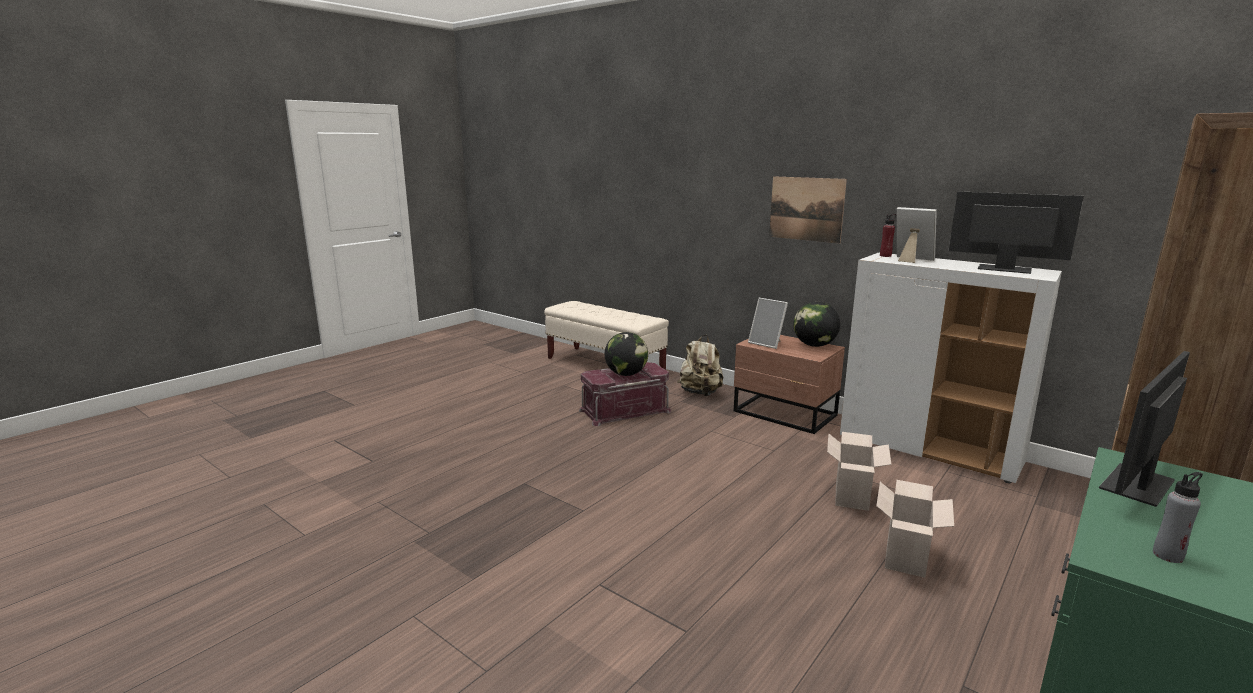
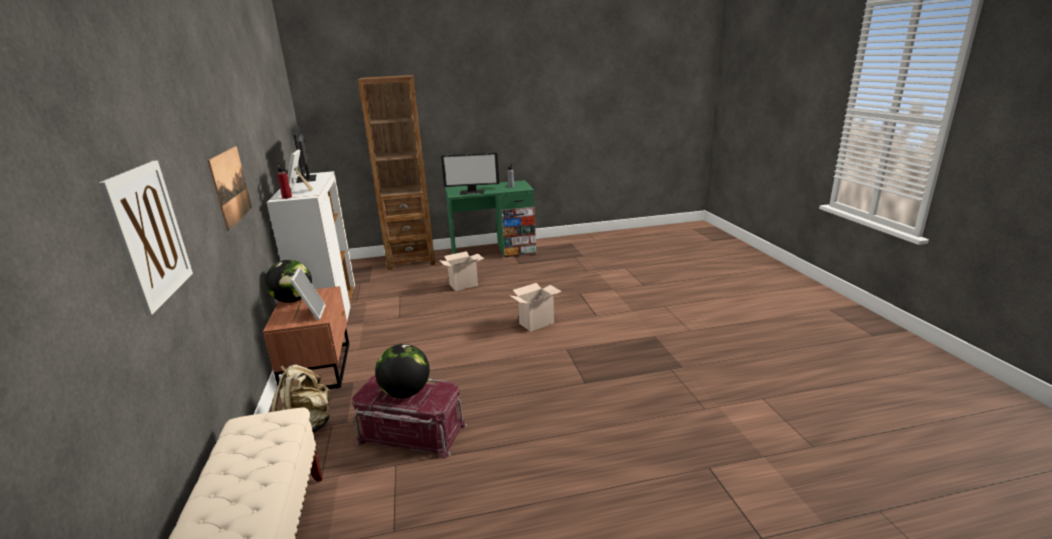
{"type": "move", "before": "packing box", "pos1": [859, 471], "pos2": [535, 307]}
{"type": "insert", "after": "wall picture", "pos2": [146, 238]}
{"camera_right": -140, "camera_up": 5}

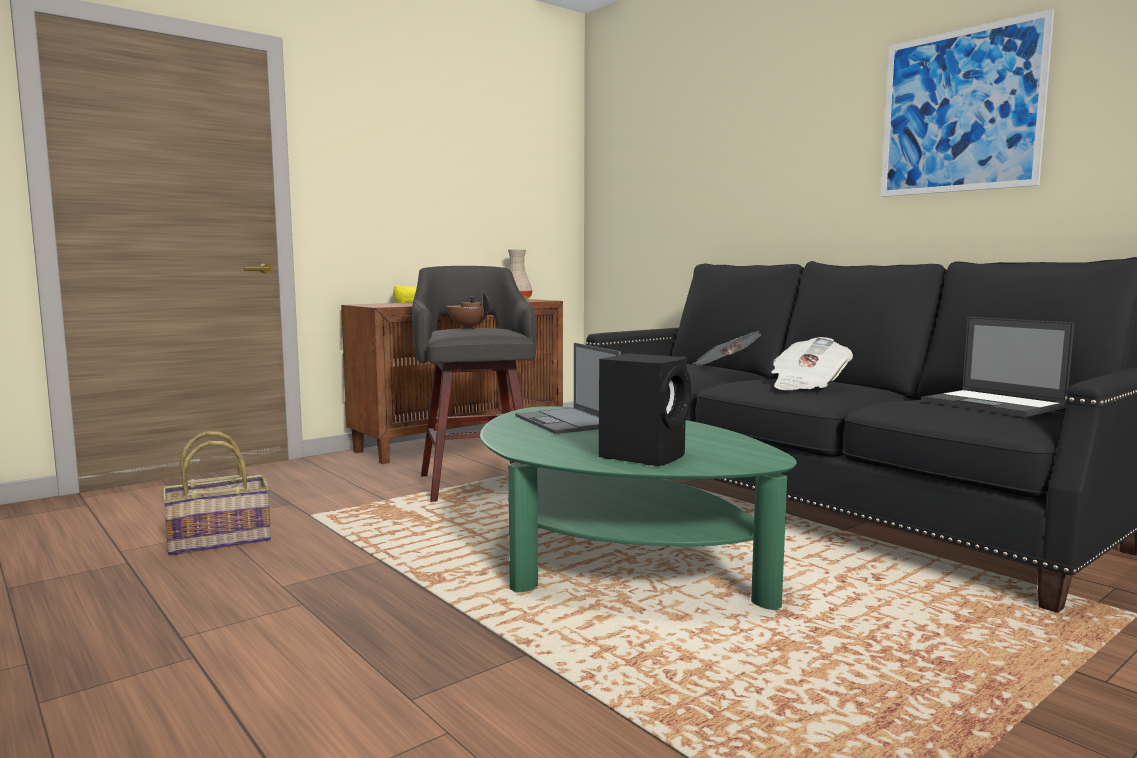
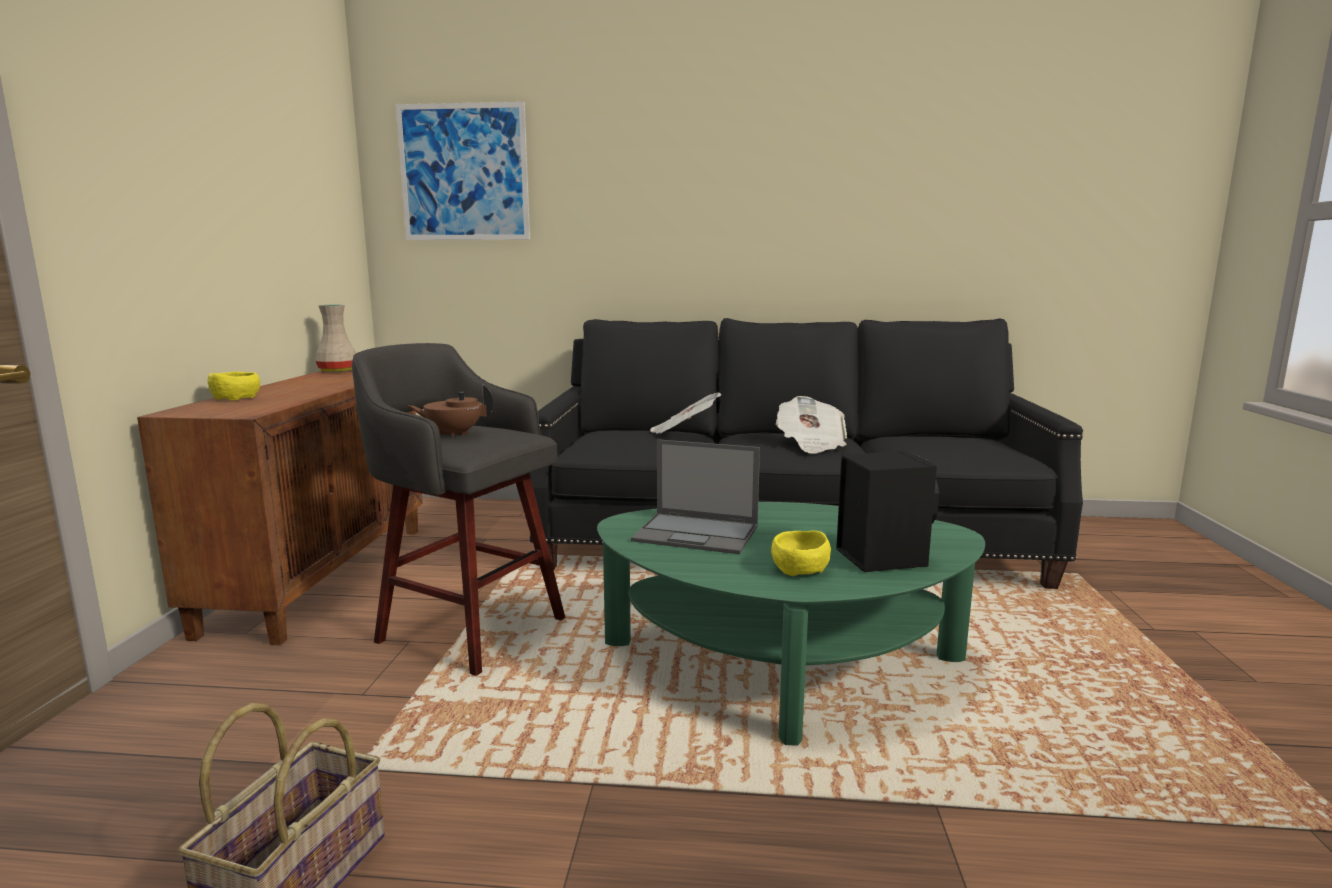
{"type": "move", "before": "wall picture", "pos1": [967, 103], "pos2": [463, 171]}
{"type": "delete", "before": "notebook computer", "pos1": [997, 367]}
{"type": "insert", "after": "yellowish bowl", "pos2": [801, 553]}
{"camera_right": -45, "camera_up": 5}

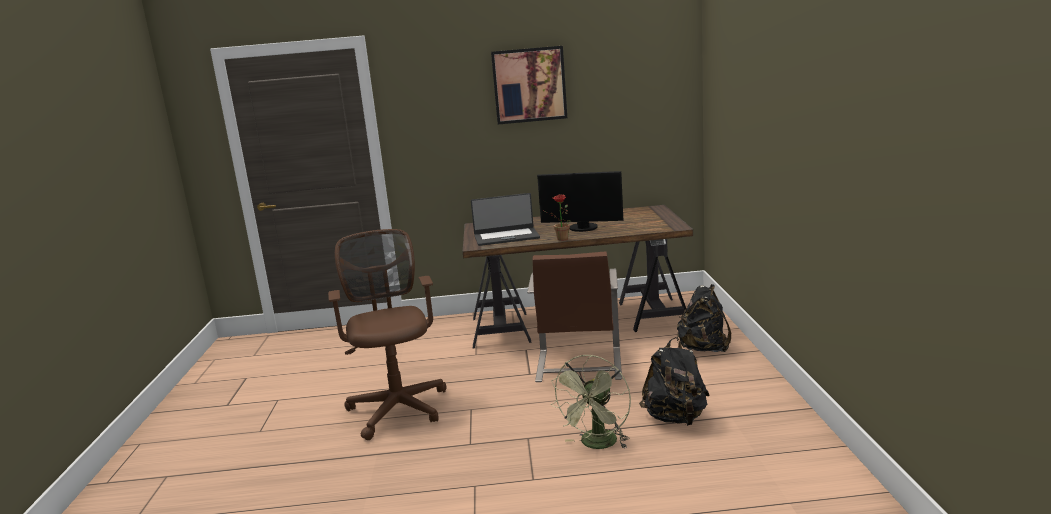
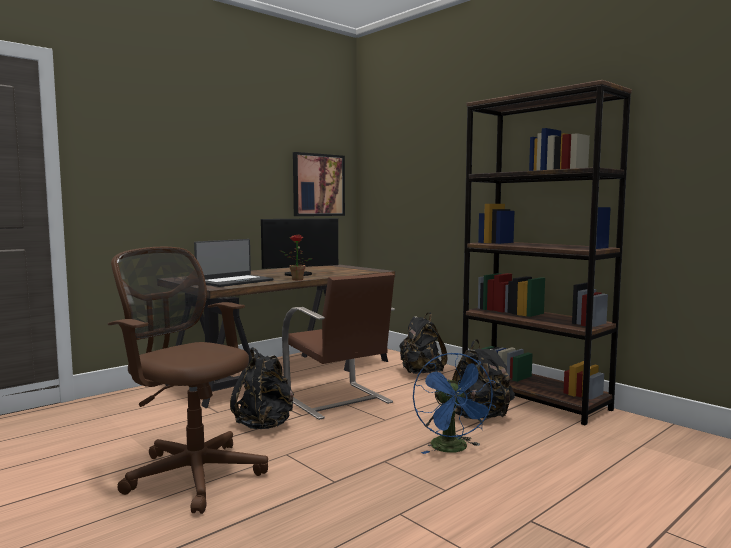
{"type": "move", "before": "wall picture", "pos1": [529, 85], "pos2": [319, 184]}
{"type": "recolor", "before": "green-coloured cooling fan", "after": "blue-coloured cooling fan", "pos1": [591, 402], "pos2": [454, 403]}
{"type": "insert", "after": "brown-coloured bookshelf", "pos2": [547, 252]}
{"type": "insert", "after": "blackish rucksack", "pos2": [262, 388]}
{"camera_right": -40, "camera_up": -10}

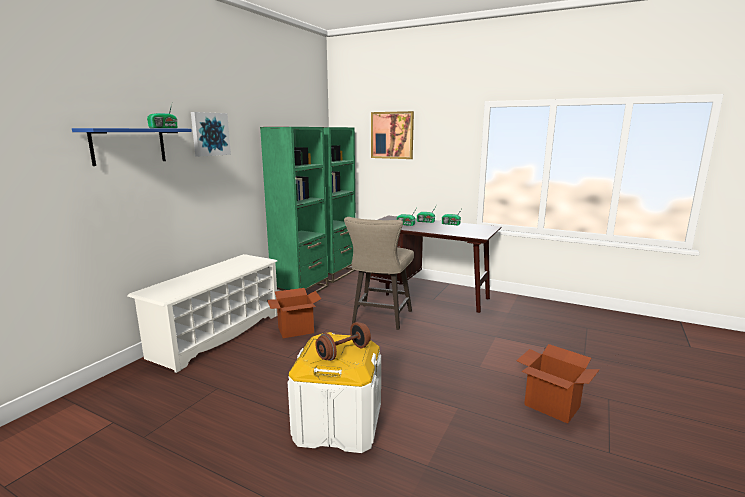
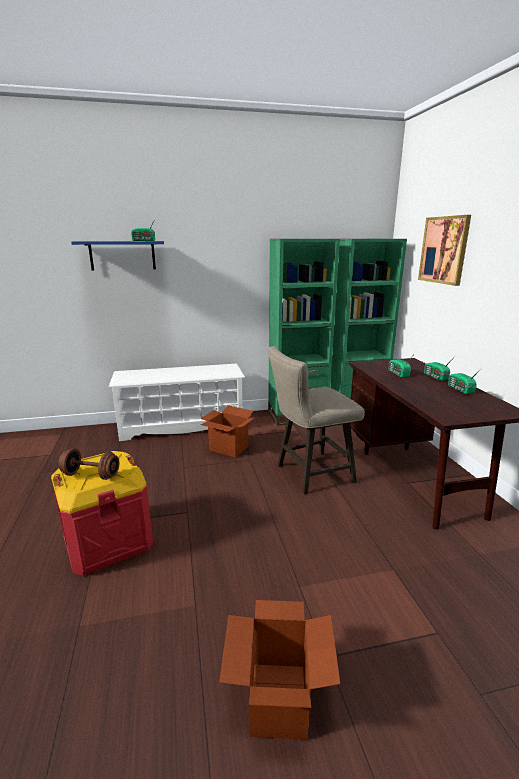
{"type": "delete", "before": "wall picture", "pos1": [211, 134]}
{"type": "recolor", "before": "white-coloured storage box", "after": "red-coloured storage box", "pos1": [334, 392], "pos2": [102, 513]}
{"camera_right": 50, "camera_up": 5}

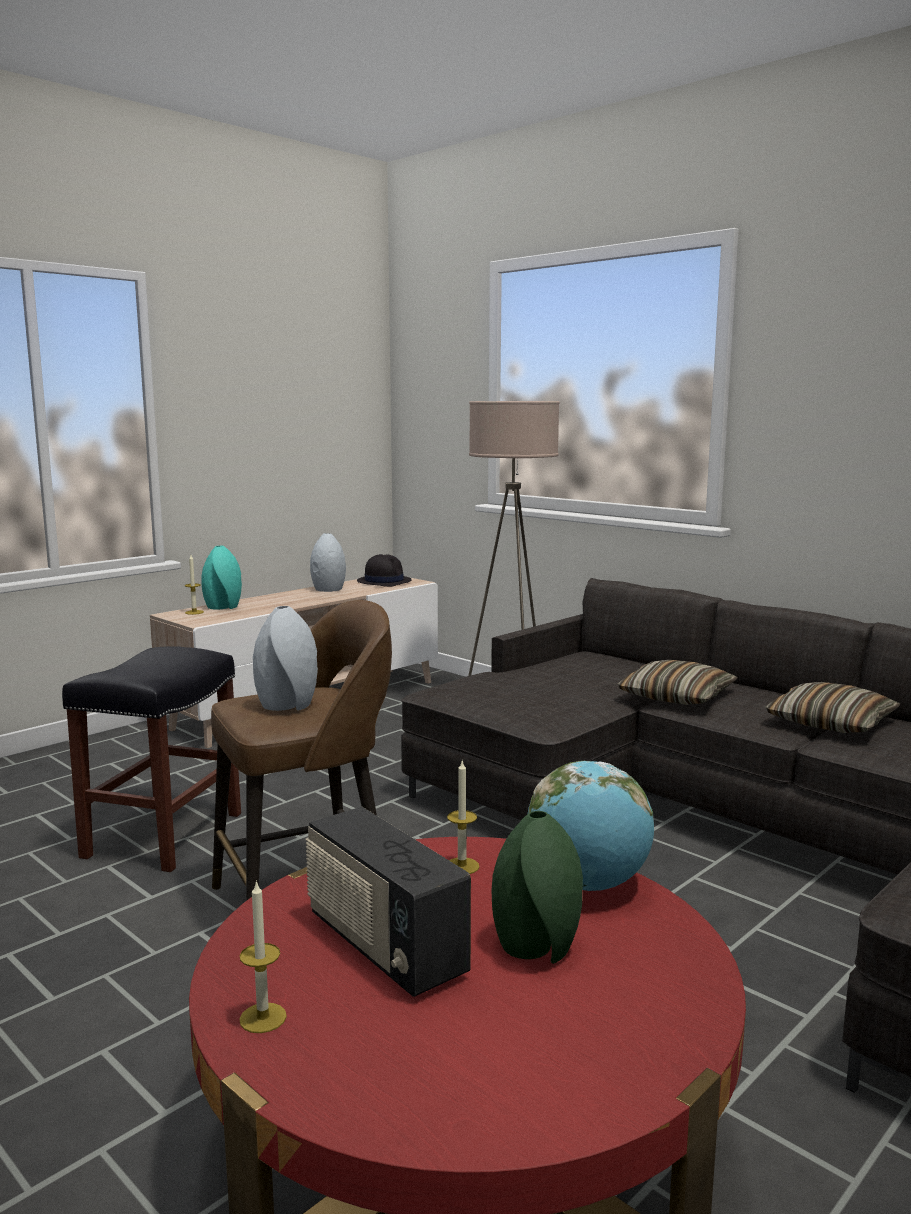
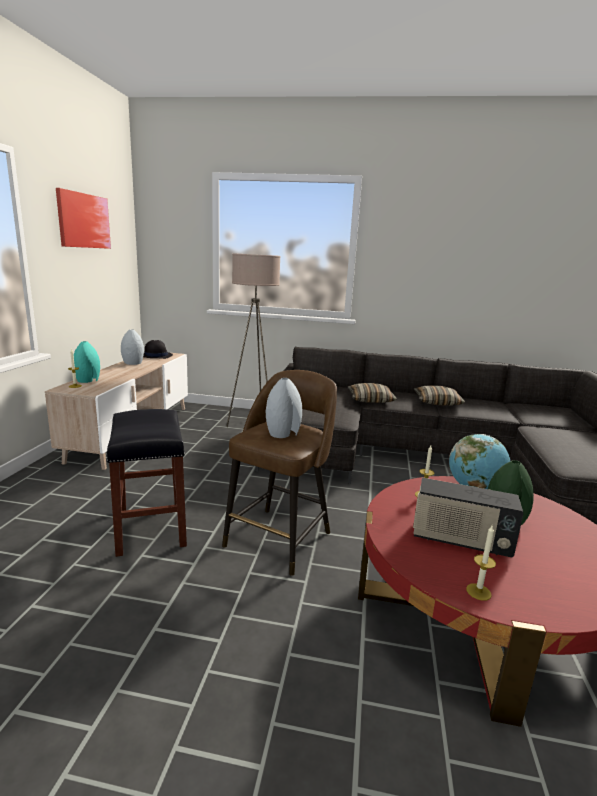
{"type": "insert", "after": "wall picture", "pos2": [83, 218]}
{"camera_right": -35, "camera_up": 5}

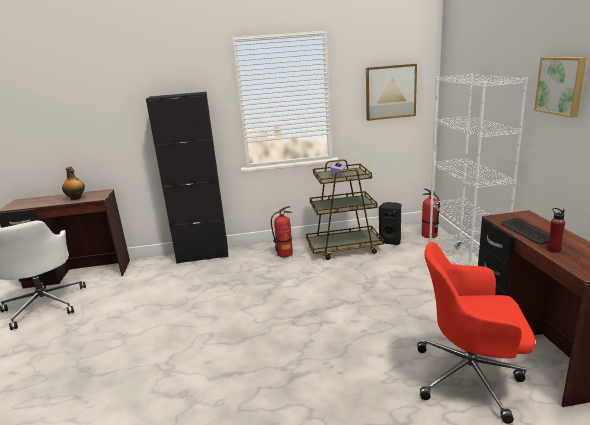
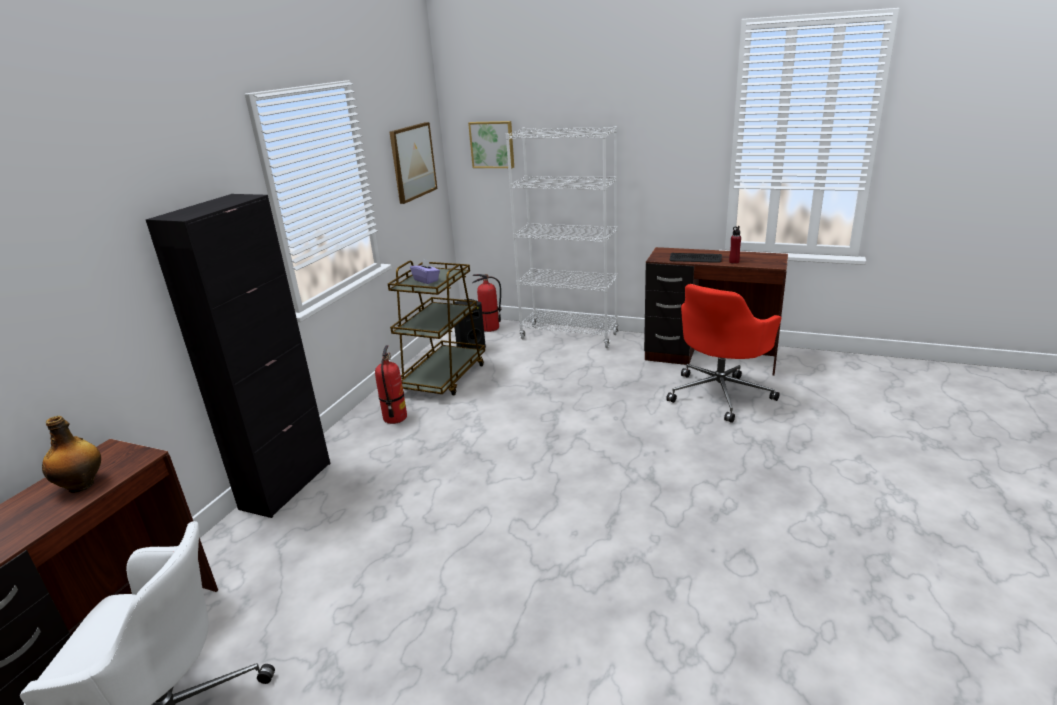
{"type": "move", "before": "wall picture", "pos1": [560, 87], "pos2": [491, 144]}
{"camera_right": -60, "camera_up": 5}

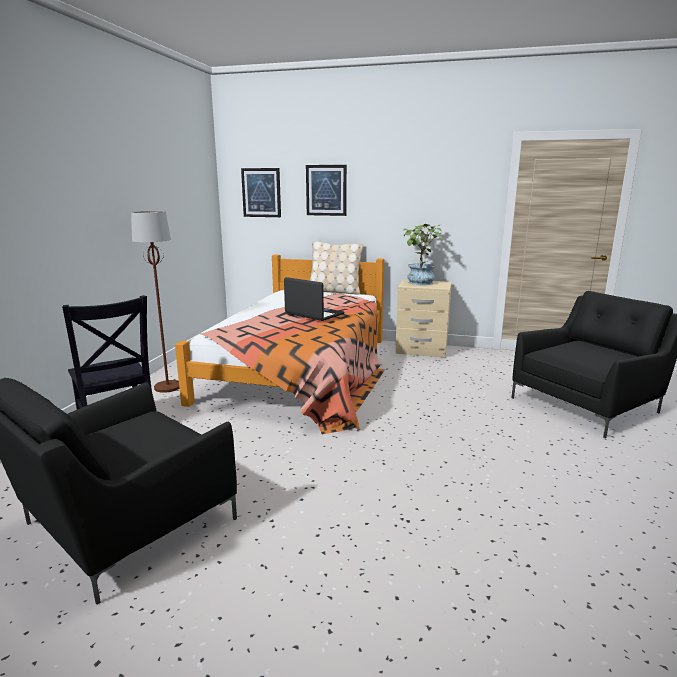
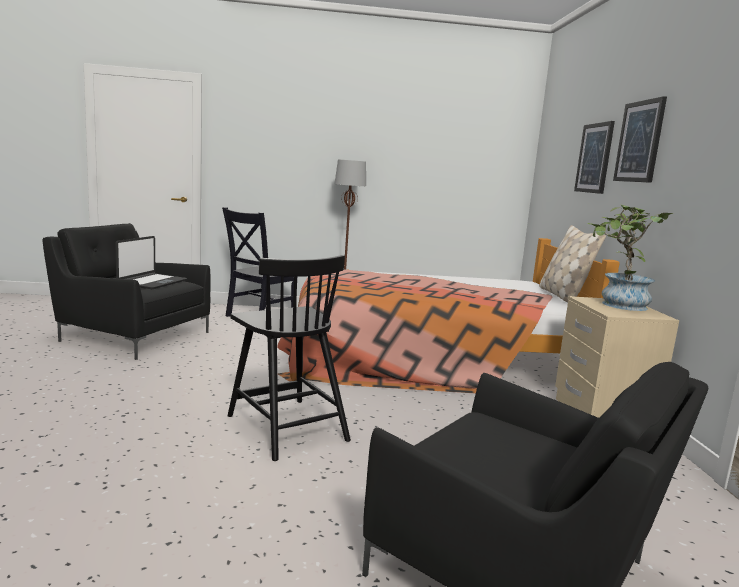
{"type": "move", "before": "wall picture", "pos1": [261, 192], "pos2": [640, 139]}
{"type": "move", "before": "notebook computer", "pos1": [314, 299], "pos2": [151, 262]}
{"type": "insert", "after": "blackish upright chair", "pos2": [289, 358]}
{"camera_right": 70, "camera_up": -5}

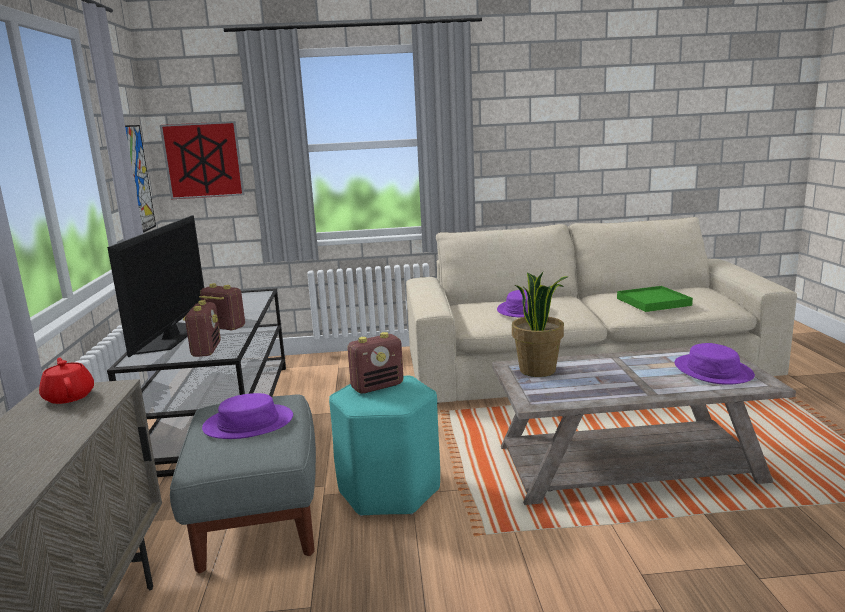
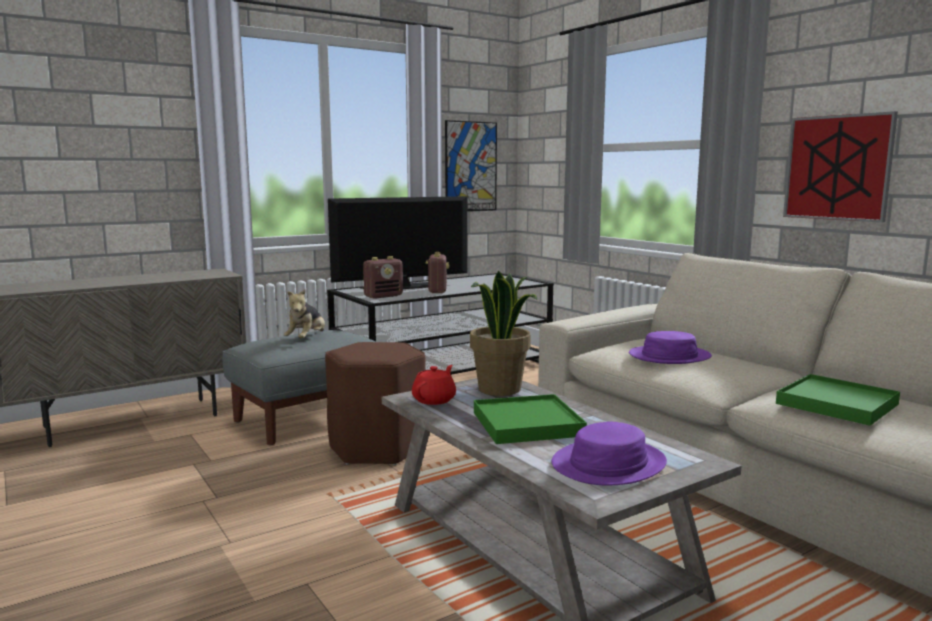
{"type": "move", "before": "wall picture", "pos1": [202, 160], "pos2": [840, 166]}
{"type": "delete", "before": "radio receiver", "pos1": [375, 362]}
{"type": "move", "before": "red-coloured pot for tea", "pos1": [66, 381], "pos2": [434, 385]}
{"type": "recolor", "before": "turquoise stool", "after": "brown-coloured stool", "pos1": [384, 446], "pos2": [375, 403]}
{"type": "replace", "before": "purple wearable hat", "after": "plush toy", "pos1": [247, 416], "pos2": [304, 313]}
{"type": "insert", "after": "green-coloured serving tray", "pos2": [530, 419]}
{"camera_right": 60, "camera_up": -5}

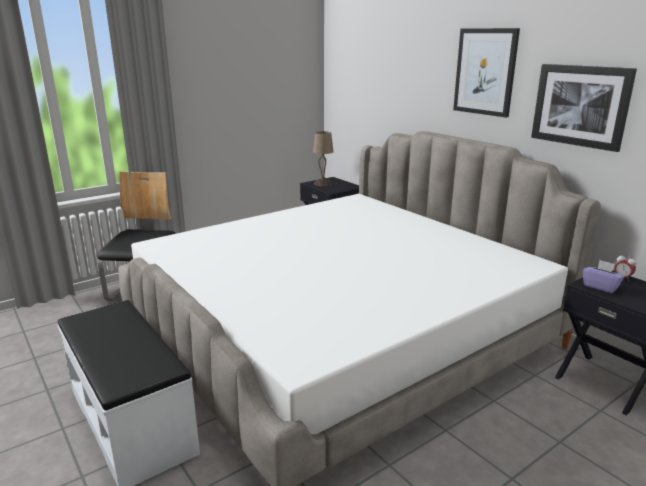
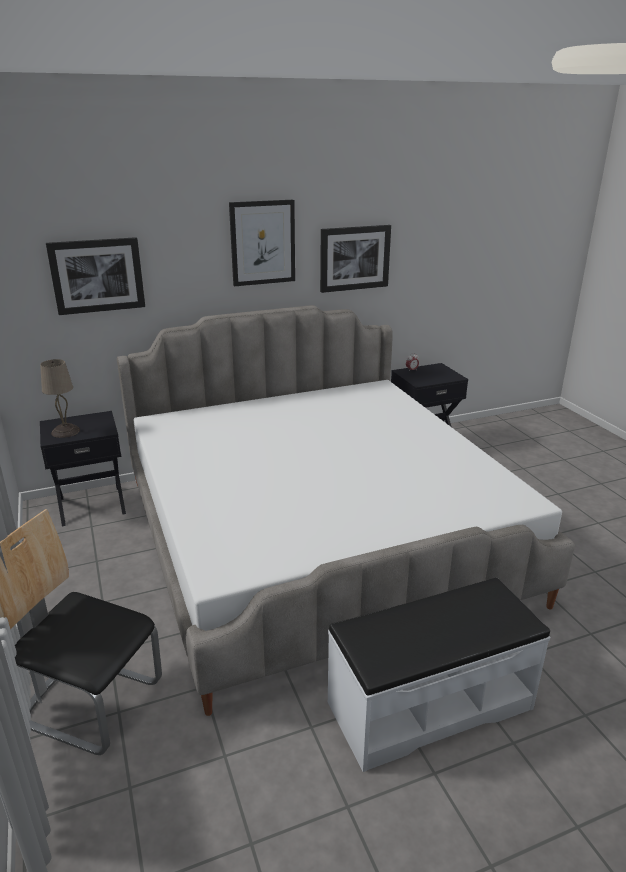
{"type": "delete", "before": "purple tissue holder", "pos1": [603, 276]}
{"type": "insert", "after": "wall picture", "pos2": [95, 276]}
{"camera_right": -75, "camera_up": 5}

